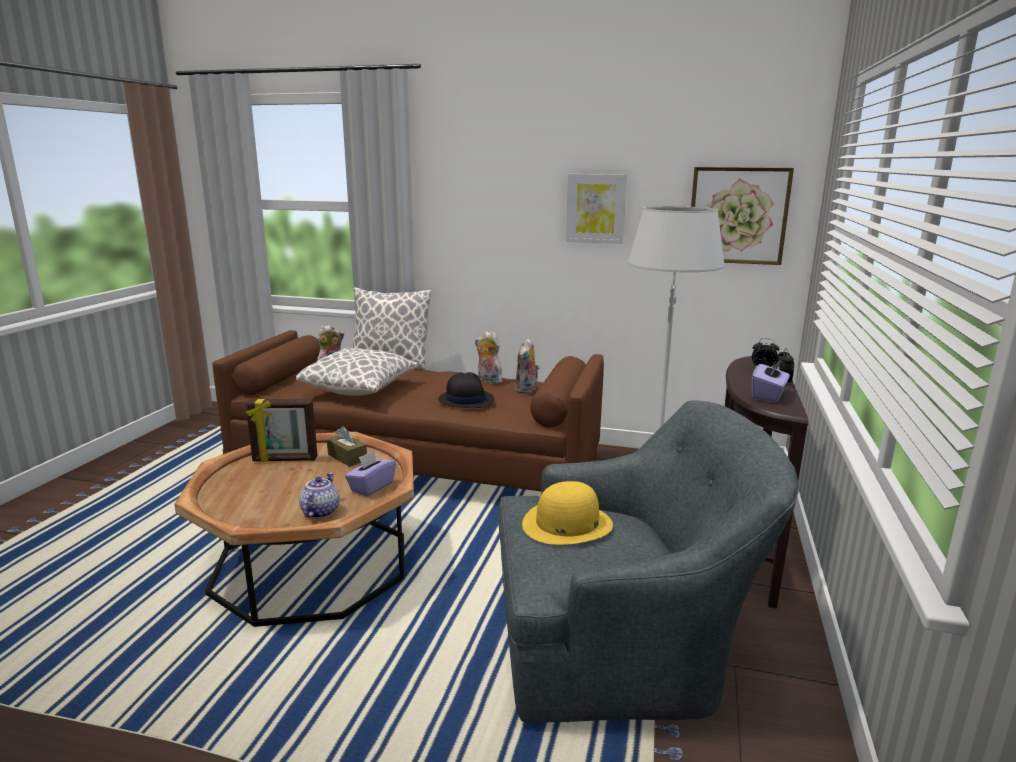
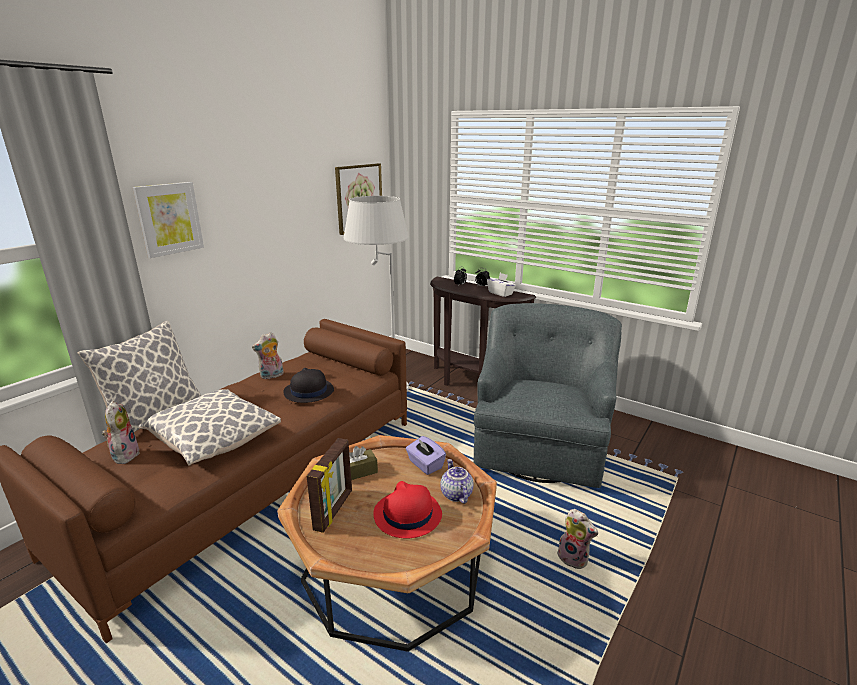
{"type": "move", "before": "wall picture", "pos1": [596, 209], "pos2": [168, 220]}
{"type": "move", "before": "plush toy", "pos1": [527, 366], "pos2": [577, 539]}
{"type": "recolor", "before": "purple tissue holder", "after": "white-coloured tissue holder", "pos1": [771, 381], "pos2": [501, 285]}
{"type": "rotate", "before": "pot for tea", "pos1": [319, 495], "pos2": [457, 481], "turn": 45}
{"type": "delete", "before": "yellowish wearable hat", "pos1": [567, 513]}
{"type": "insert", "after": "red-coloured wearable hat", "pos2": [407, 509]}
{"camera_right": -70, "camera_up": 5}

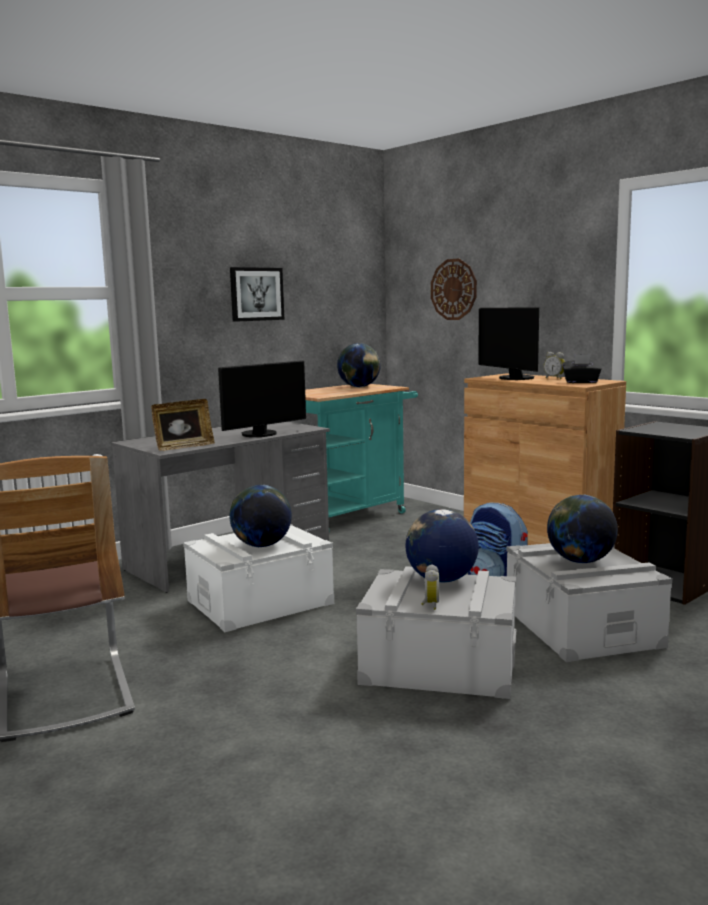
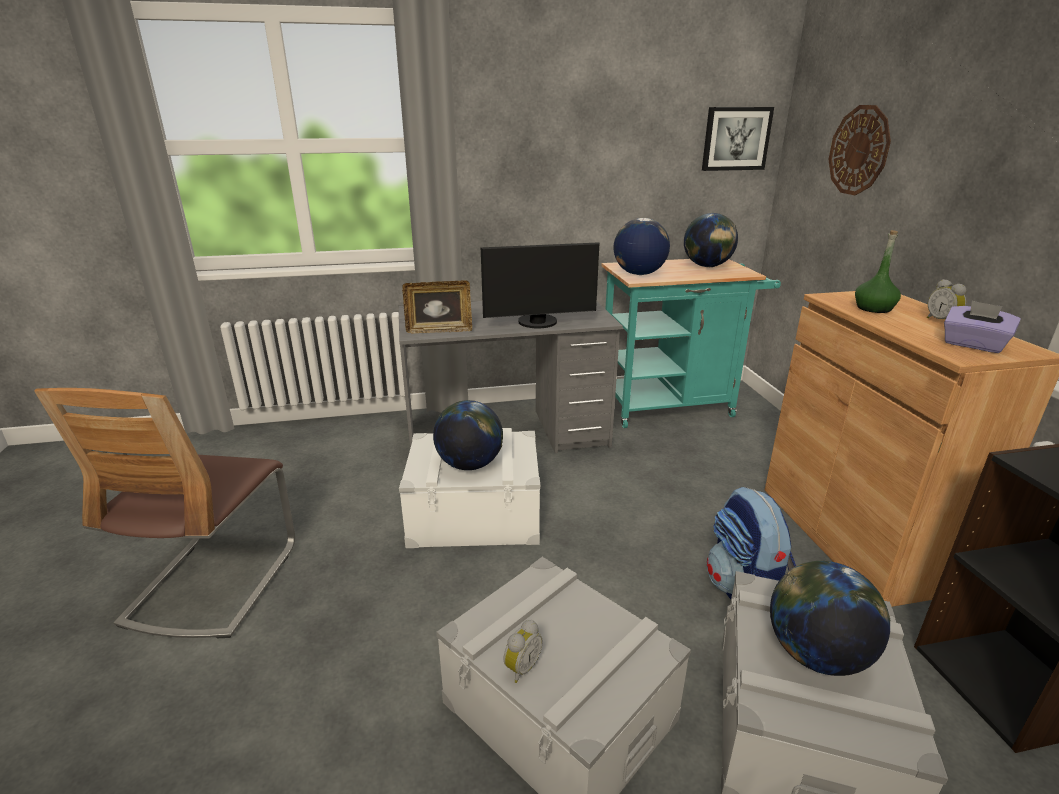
{"type": "move", "before": "wall picture", "pos1": [257, 294], "pos2": [738, 139]}
{"type": "replace", "before": "monitor", "after": "green-coloured drink bottle", "pos1": [508, 343], "pos2": [878, 271]}
{"type": "recolor", "before": "blackish tissue holder", "after": "purple tissue holder", "pos1": [582, 369], "pos2": [982, 327]}
{"type": "move", "before": "world globe", "pos1": [442, 546], "pos2": [642, 246]}
{"camera_right": 30, "camera_up": 15}

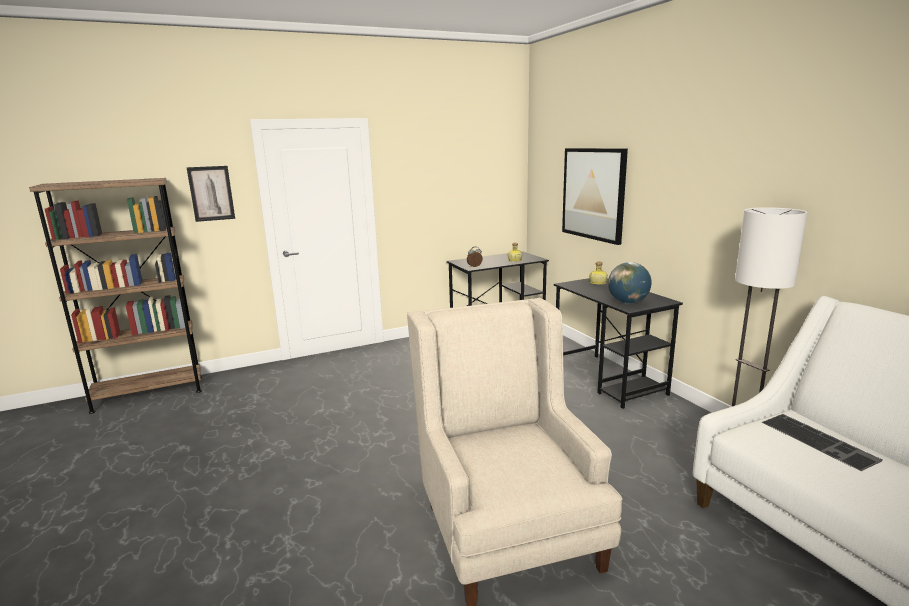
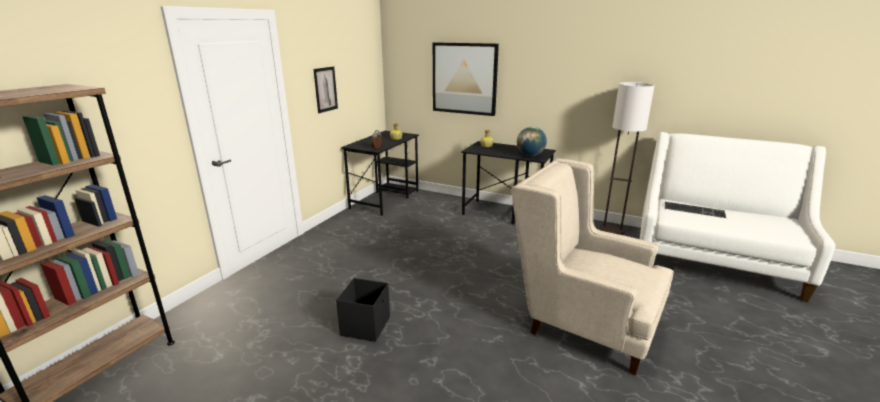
{"type": "move", "before": "wall picture", "pos1": [210, 194], "pos2": [326, 90]}
{"type": "insert", "after": "blackish storage box", "pos2": [363, 310]}
{"camera_right": -40, "camera_up": 5}

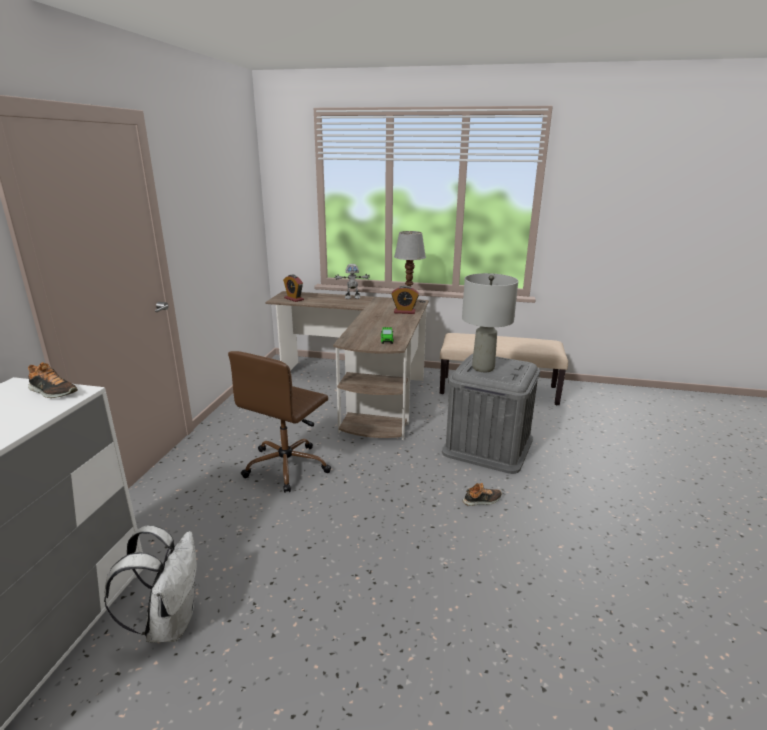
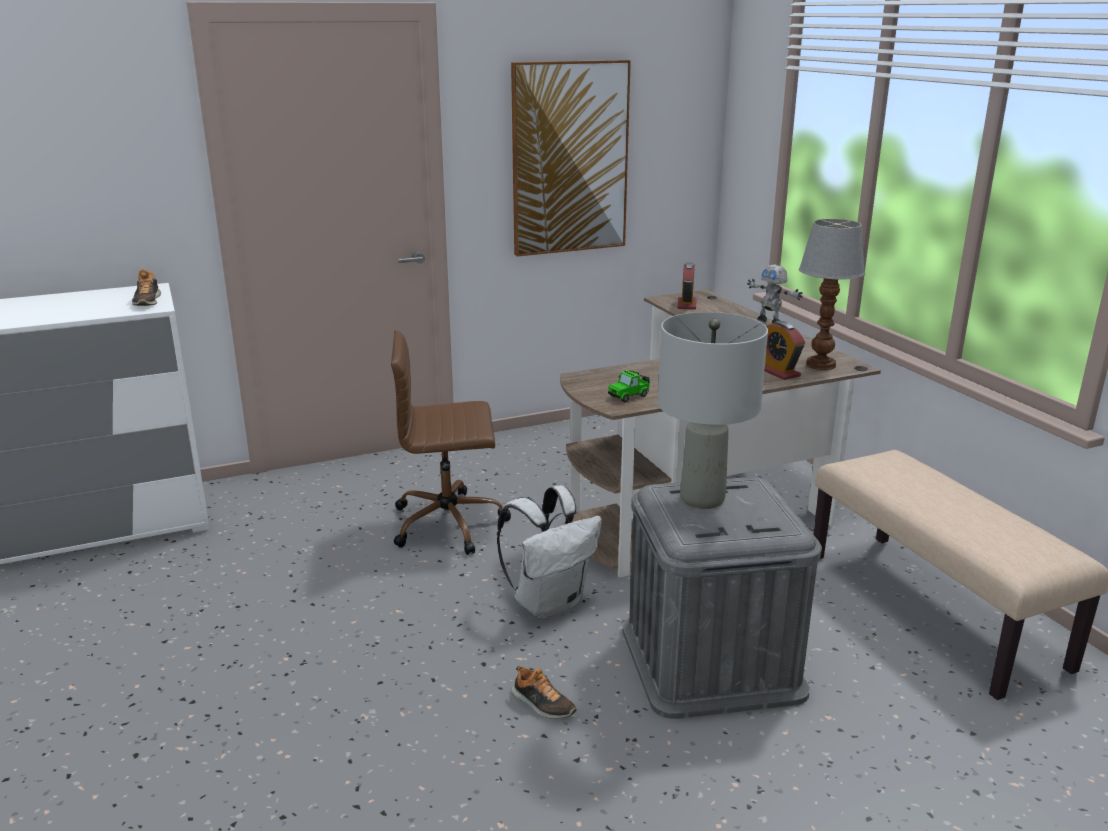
{"type": "move", "before": "white-coloured rucksack", "pos1": [150, 584], "pos2": [549, 552]}
{"type": "insert", "after": "wall picture", "pos2": [571, 158]}
{"camera_right": 55, "camera_up": 0}

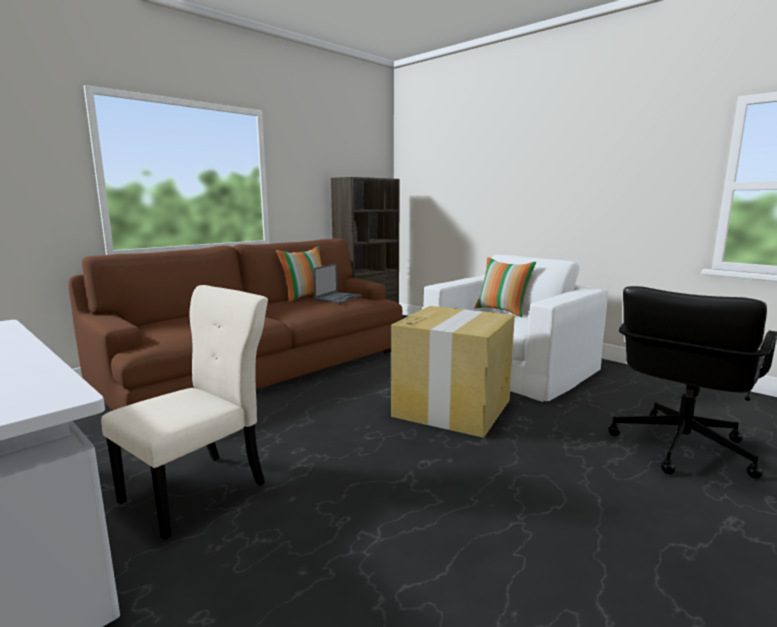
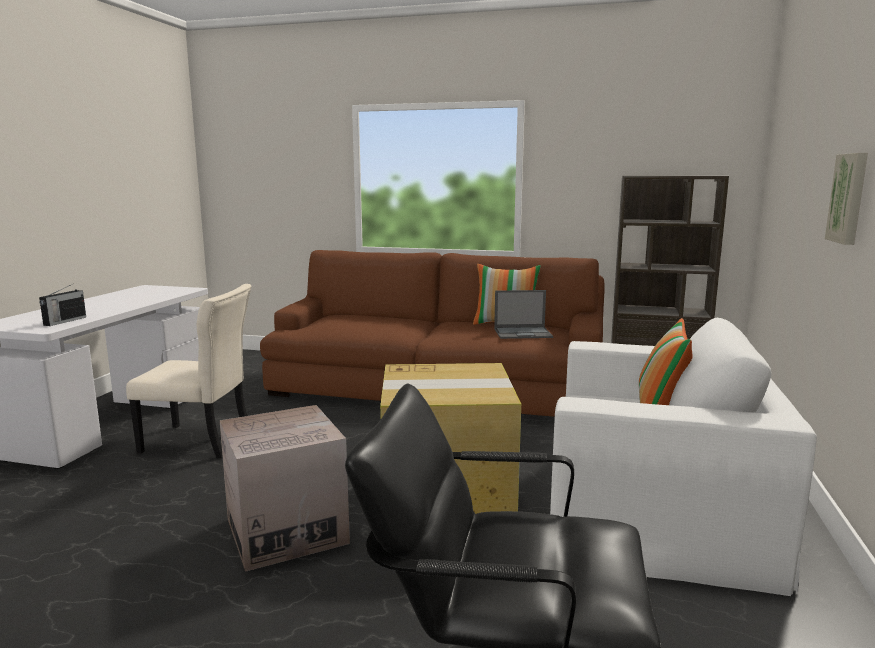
{"type": "insert", "after": "wall picture", "pos2": [846, 199]}
{"type": "insert", "after": "radio receiver", "pos2": [62, 305]}
{"type": "insert", "after": "packing box", "pos2": [285, 488]}
{"camera_right": 60, "camera_up": 0}

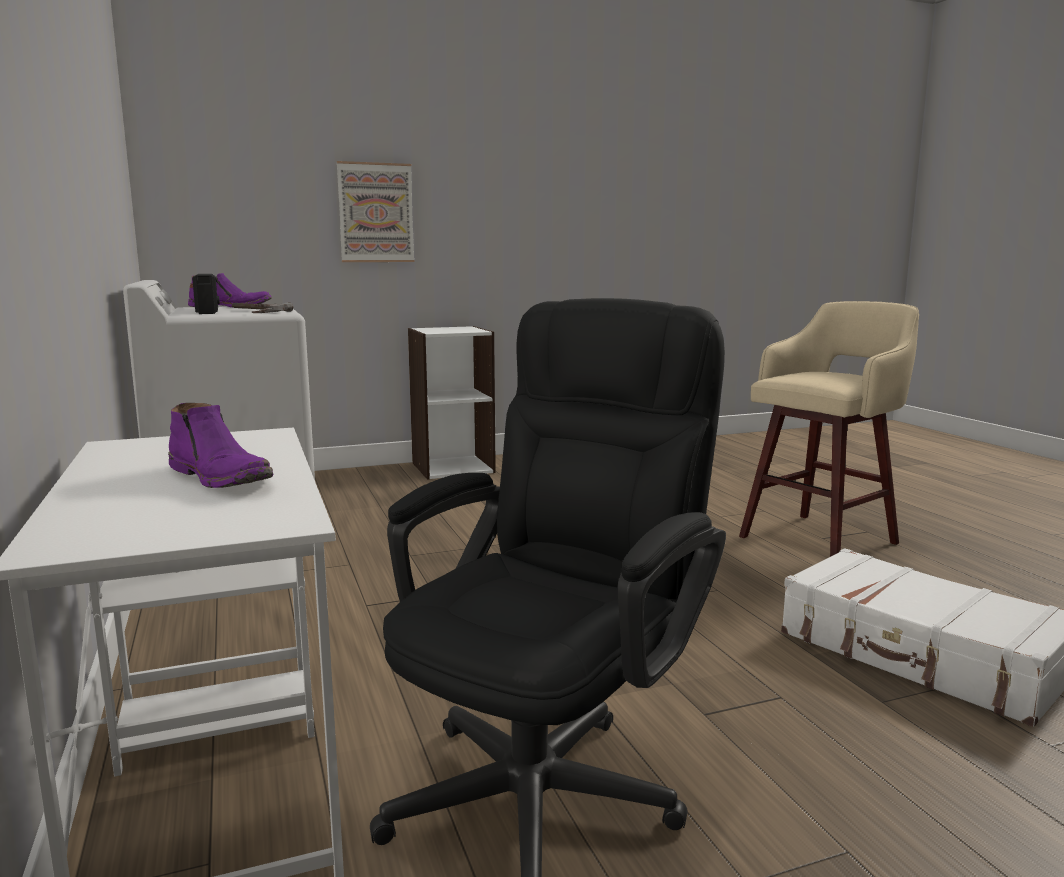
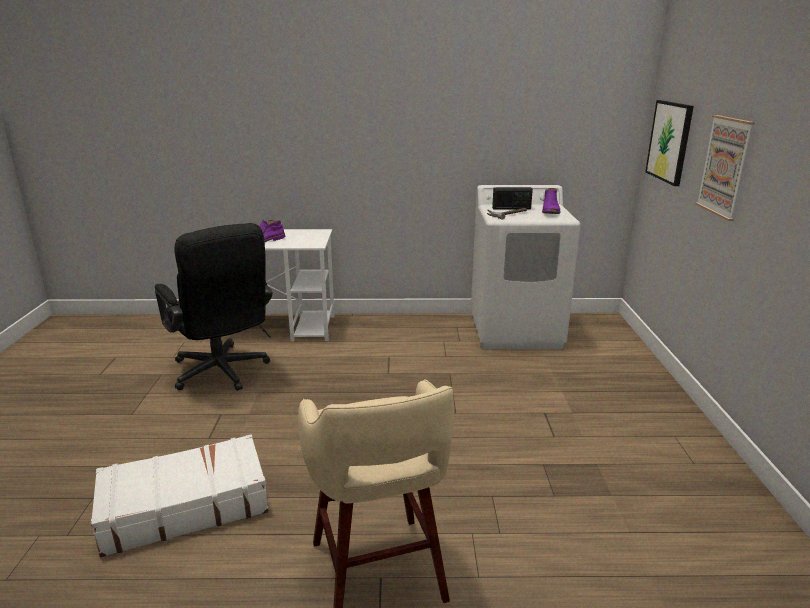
{"type": "delete", "before": "white-coloured bookshelf", "pos1": [452, 403]}
{"type": "insert", "after": "wall picture", "pos2": [669, 143]}
{"camera_right": 110, "camera_up": 10}

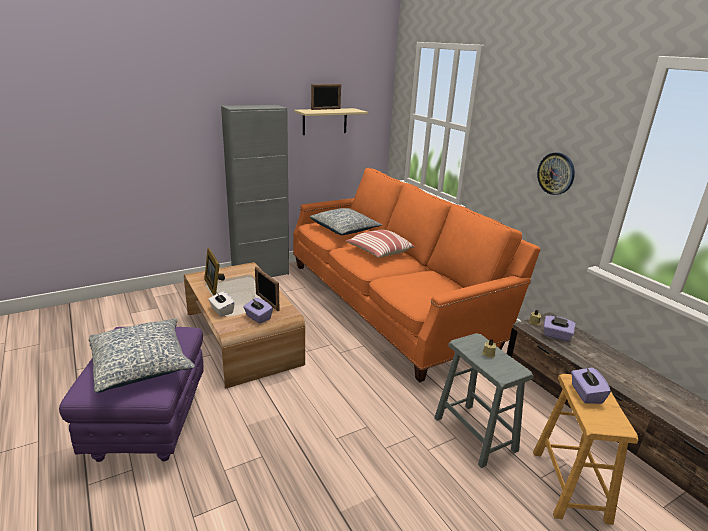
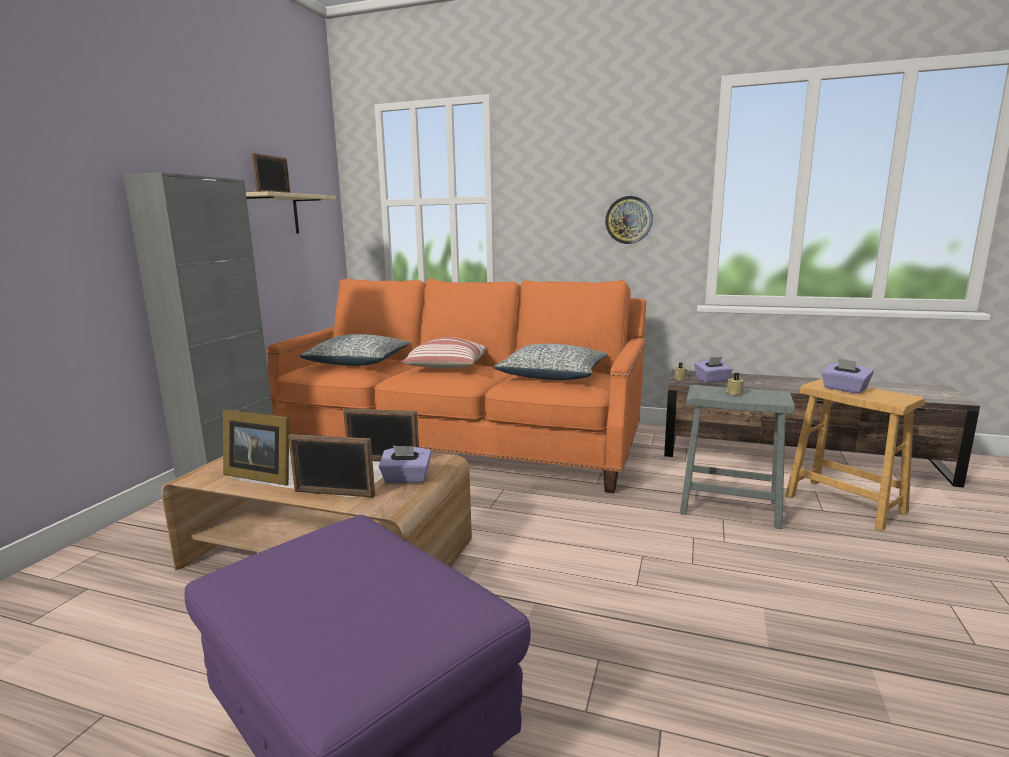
{"type": "replace", "before": "white-coloured tissue holder", "after": "picture frame", "pos1": [221, 304], "pos2": [331, 465]}
{"type": "move", "before": "throw pillow", "pos1": [142, 355], "pos2": [551, 362]}
{"camera_right": -40, "camera_up": -10}

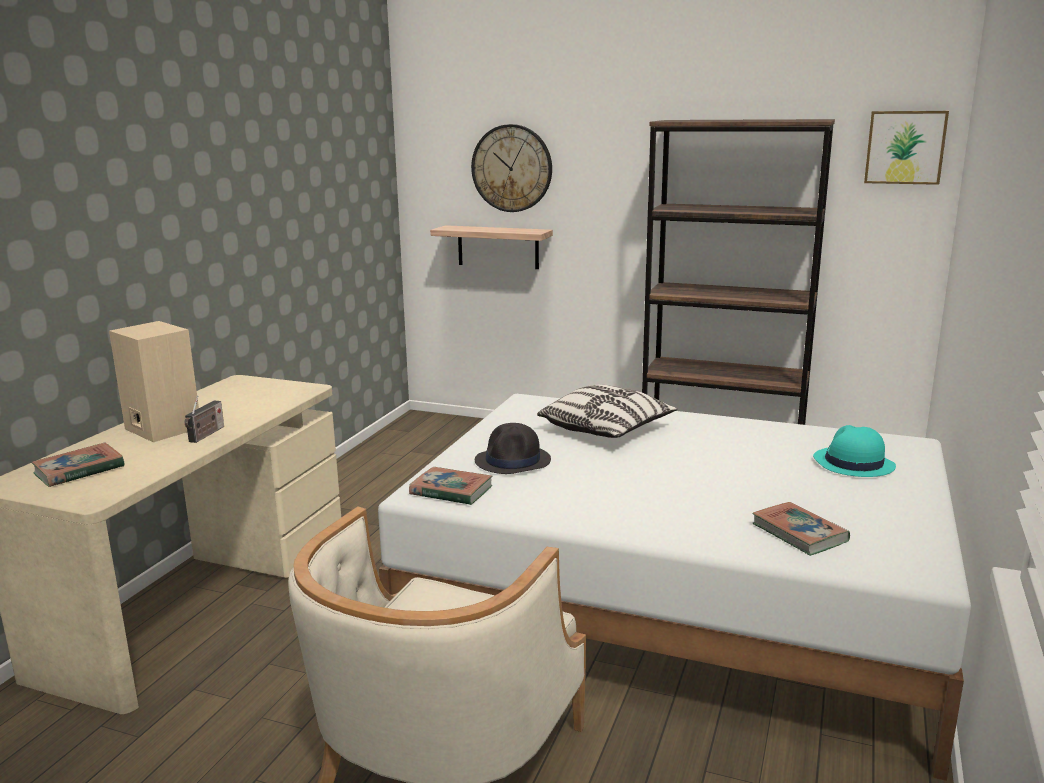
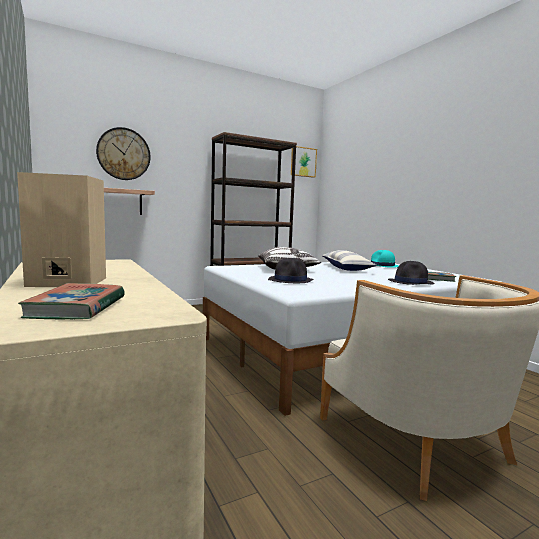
{"type": "delete", "before": "radio receiver", "pos1": [204, 419]}
{"type": "delete", "before": "volume", "pos1": [450, 486]}
{"type": "insert", "after": "throw pillow", "pos2": [349, 260]}
{"type": "insert", "after": "blackish wearable hat", "pos2": [411, 273]}
{"camera_right": -50, "camera_up": -10}

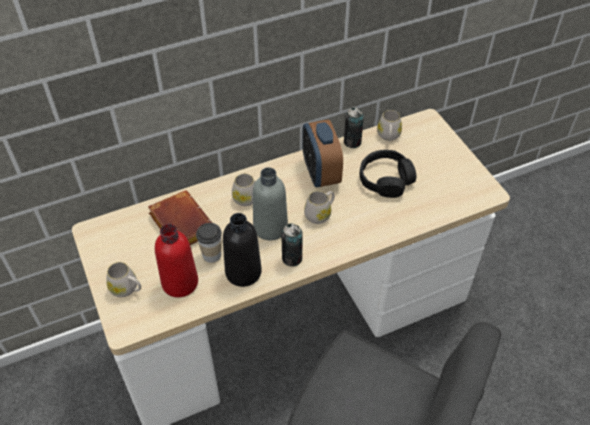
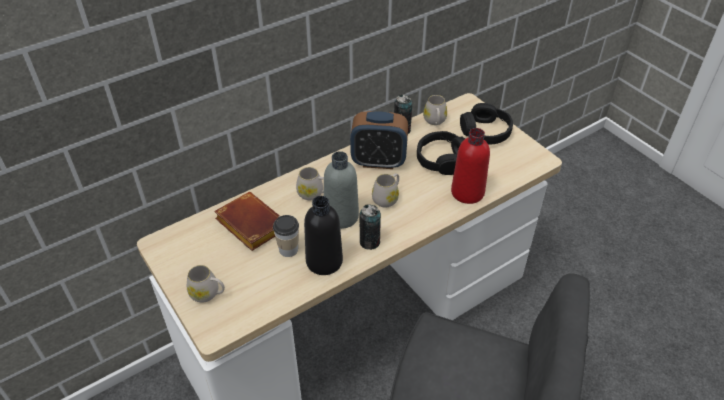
{"type": "rotate", "before": "alarm clock", "pos1": [322, 153], "pos2": [379, 140], "turn": -60}
{"type": "move", "before": "red-coloured drink bottle", "pos1": [176, 260], "pos2": [470, 166]}
{"type": "insert", "after": "blackish pair of headphones", "pos2": [486, 123]}
{"camera_right": -10, "camera_up": -5}

